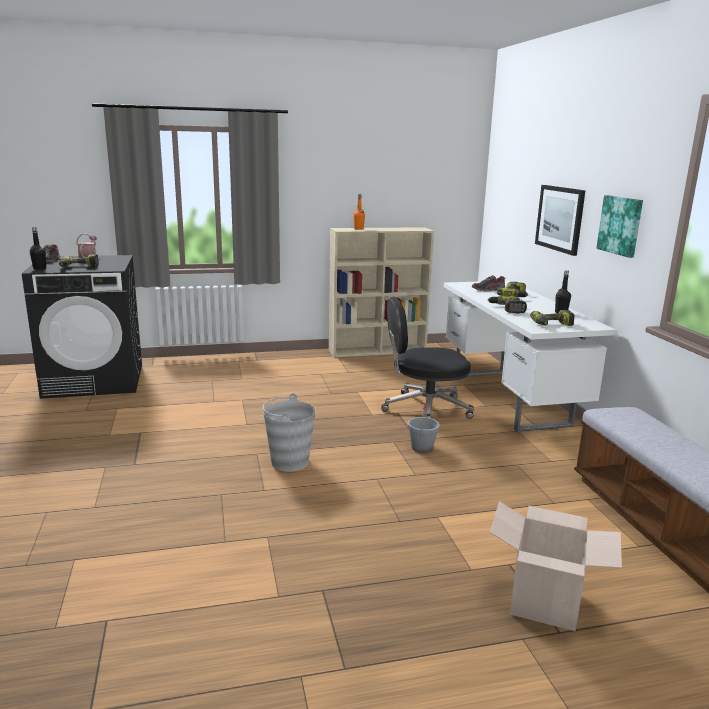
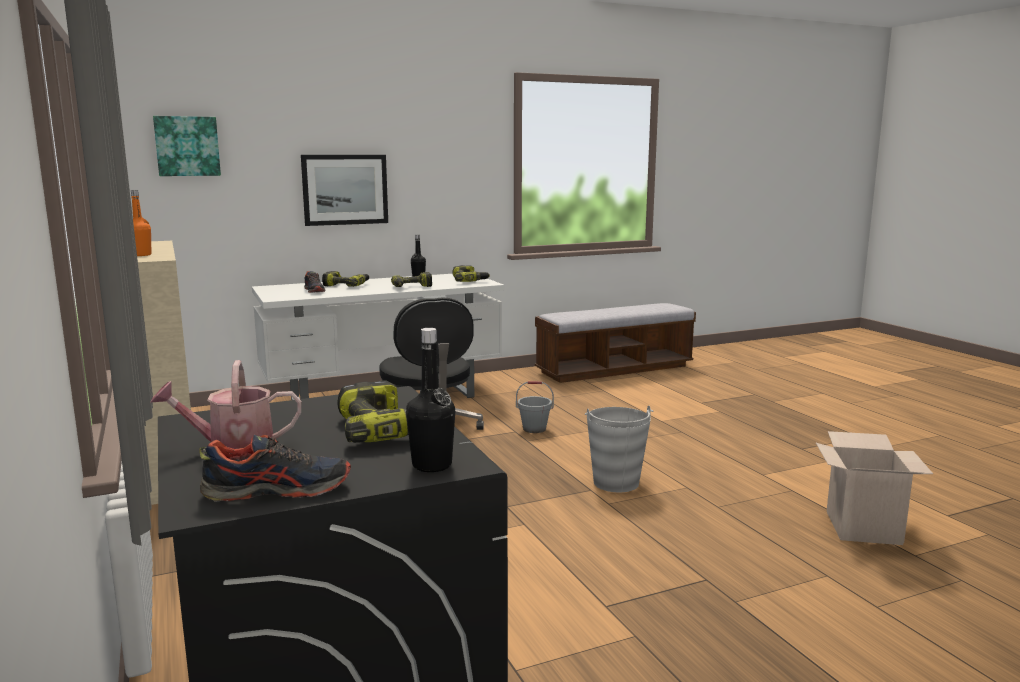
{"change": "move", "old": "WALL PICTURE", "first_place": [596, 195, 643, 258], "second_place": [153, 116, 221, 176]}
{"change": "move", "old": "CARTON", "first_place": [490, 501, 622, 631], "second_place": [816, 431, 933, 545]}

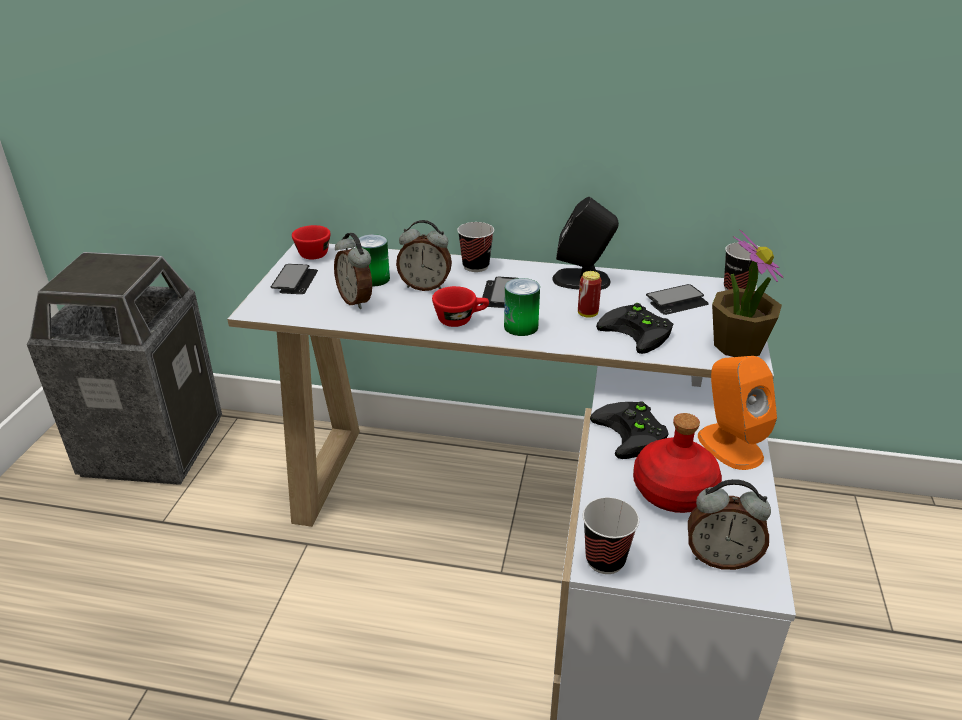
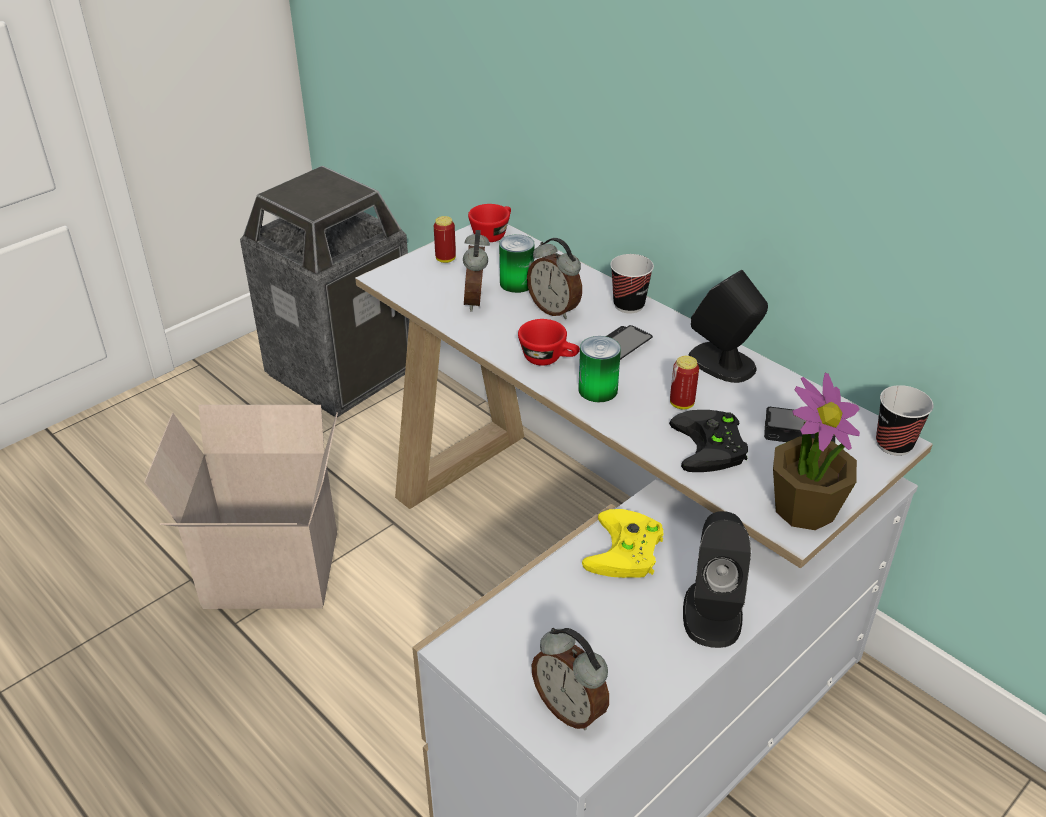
{"change": "replace", "old": "HANDSET", "new": "METAL CAN", "first_place": [270, 264, 318, 294], "second_place": [434, 216, 456, 263]}
{"change": "recolor", "old": "ORANGEY SPEAKER", "new": "BLACK SPEAKER", "first_place": [698, 356, 777, 470], "second_place": [683, 511, 751, 648]}
{"change": "recolor", "old": "BLACK JOYPAD", "new": "YELLOWISH JOYPAD", "first_place": [590, 401, 669, 459], "second_place": [582, 509, 664, 578]}
{"change": "delete", "old": "REDDISH DRINK BOTTLE", "first_place": [633, 413, 722, 513]}
{"change": "delete", "old": "CUP", "first_place": [583, 497, 639, 574]}
{"change": "insert", "new": "CARTON", "second_place": [144, 405, 338, 609]}

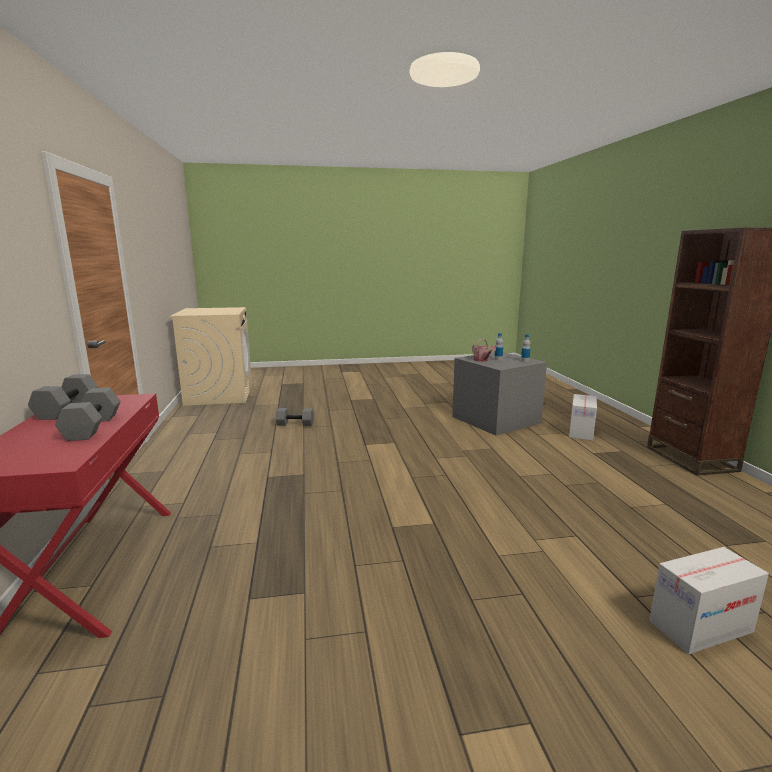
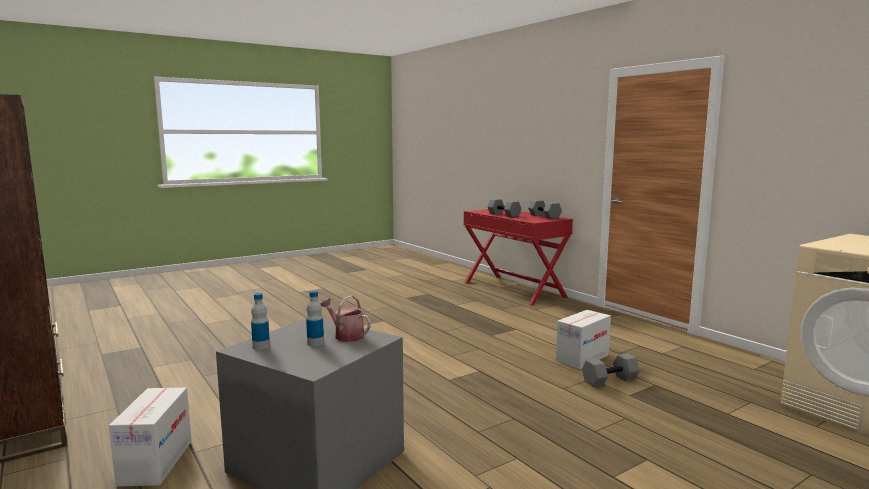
{"change": "move", "old": "CARTON", "first_place": [649, 547, 769, 655], "second_place": [556, 310, 611, 369]}

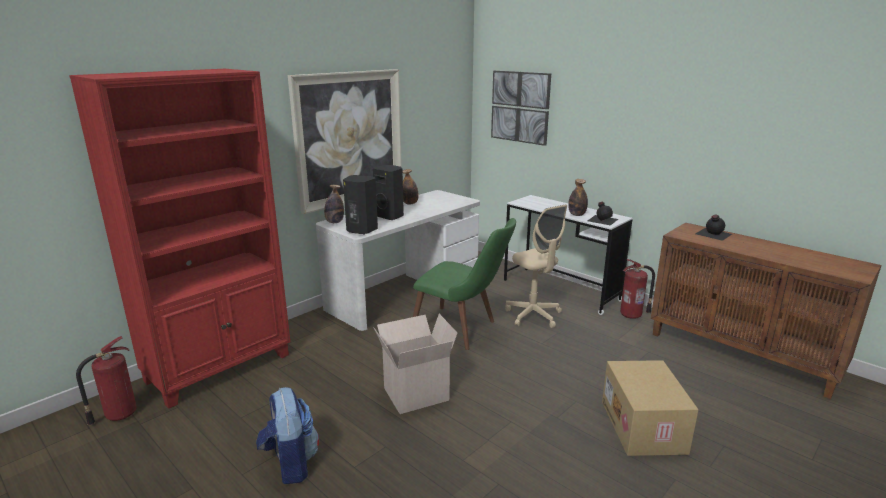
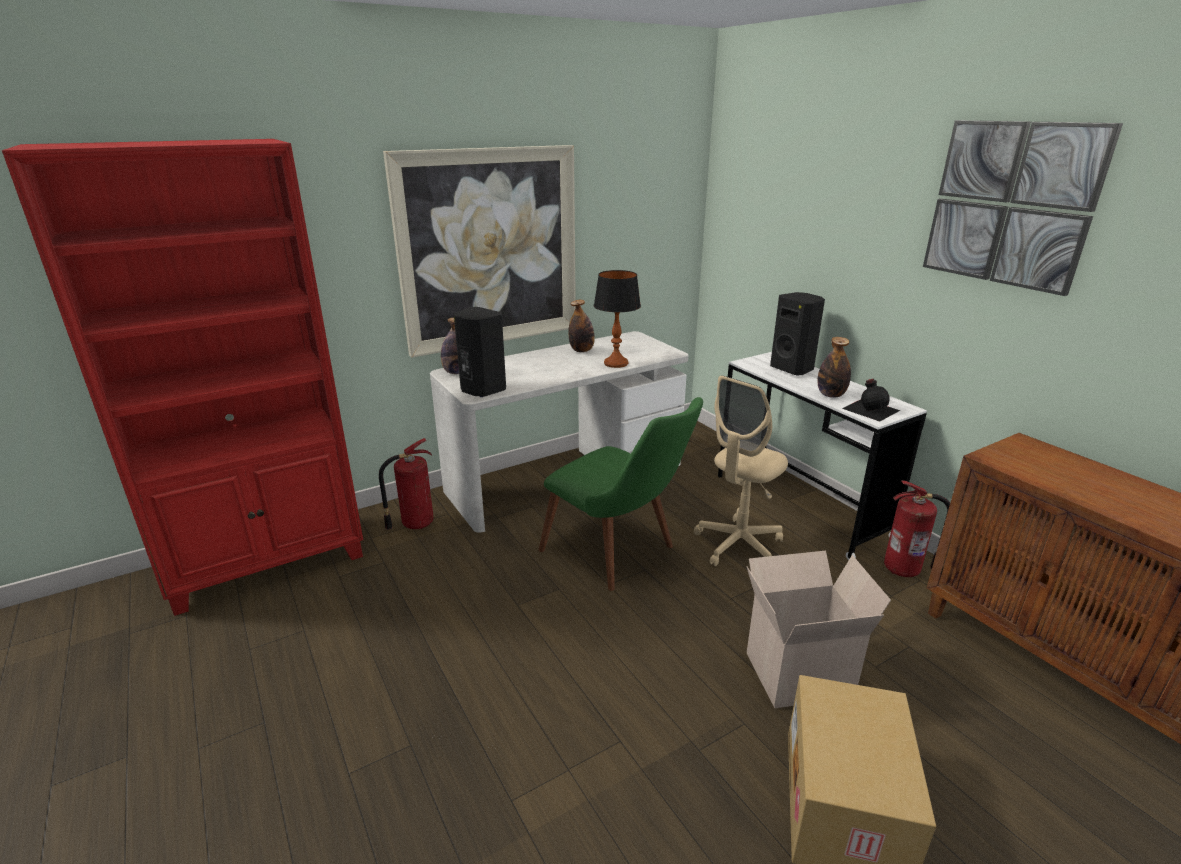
{"change": "move", "old": "WALL PICTURE", "first_place": [491, 70, 551, 146], "second_place": [923, 120, 1123, 296]}
{"change": "move", "old": "BLACK SPEAKER", "first_place": [373, 165, 404, 220], "second_place": [770, 292, 825, 376]}
{"change": "rotate", "old": "BEIGE-COLOURED DESK CHAIR", "first_place": [505, 204, 567, 328], "second_place": [694, 376, 788, 566], "degrees": 60}
{"change": "delete", "old": "BLACK DRINK BOTTLE", "first_place": [696, 214, 732, 241]}
{"change": "move", "old": "CARTON", "first_place": [373, 314, 457, 414], "second_place": [746, 551, 891, 708]}
{"change": "move", "old": "FIRE EXTINGUISHER", "first_place": [76, 336, 136, 425], "second_place": [379, 438, 434, 530]}
{"change": "delete", "old": "RUCKSACK", "first_place": [256, 387, 319, 484]}
{"change": "insert", "new": "LAMP FOR A TABLE", "second_place": [594, 270, 641, 368]}

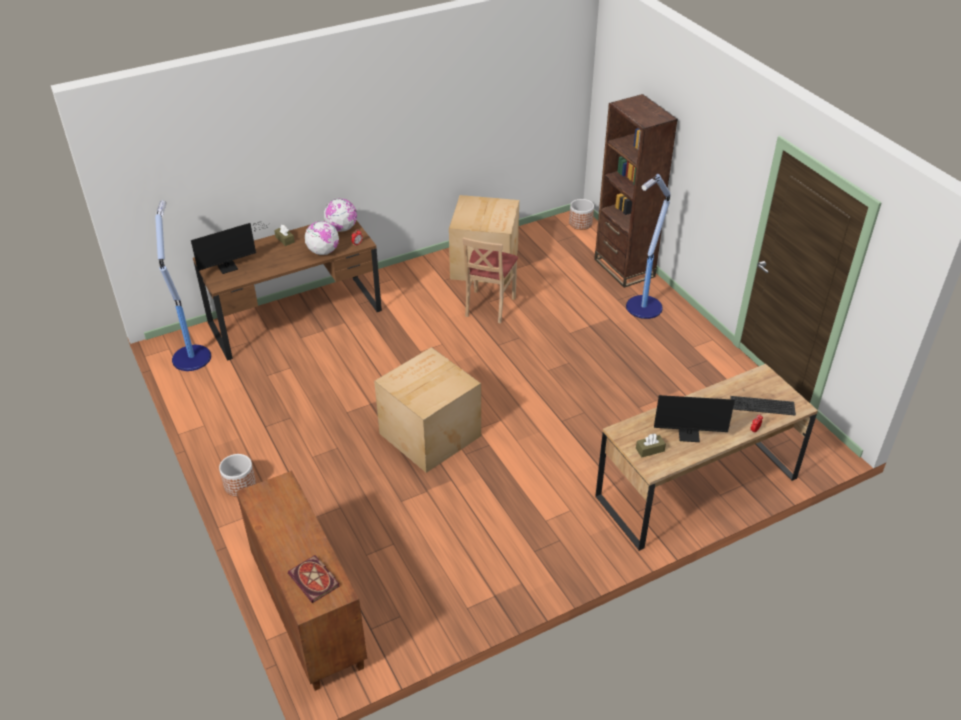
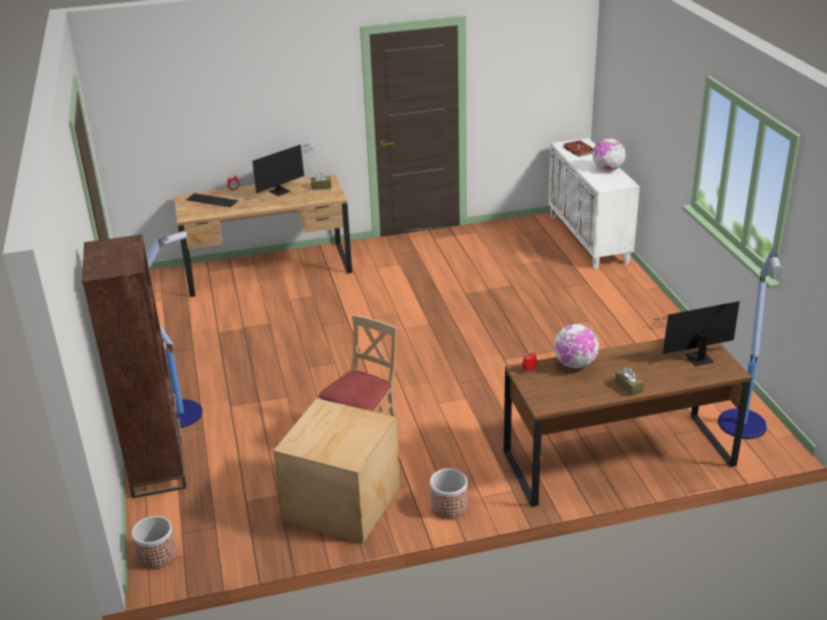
{"change": "move", "old": "DESK GLOBE", "first_place": [324, 198, 357, 232], "second_place": [593, 138, 626, 171]}
{"change": "delete", "old": "CARTON", "first_place": [374, 347, 481, 473]}
{"change": "rotate", "old": "COMPUTER SCREEN", "first_place": [654, 395, 752, 442], "second_place": [252, 144, 316, 196], "degrees": 120}
{"change": "move", "old": "FLOWER POT", "first_place": [219, 454, 256, 497], "second_place": [430, 469, 468, 519]}
{"change": "recolor", "old": "BROWN-COLOURED CABINET", "new": "WHITE CABINET", "first_place": [236, 471, 367, 691], "second_place": [548, 138, 640, 269]}

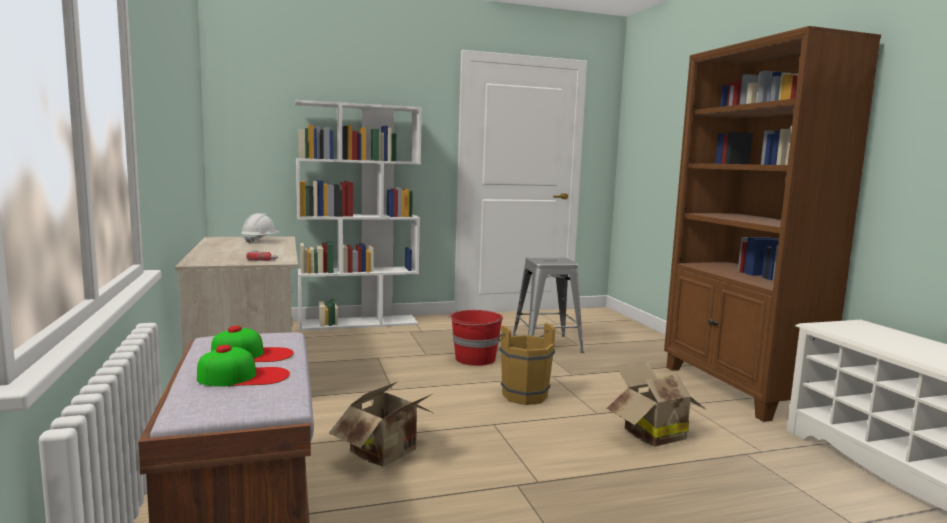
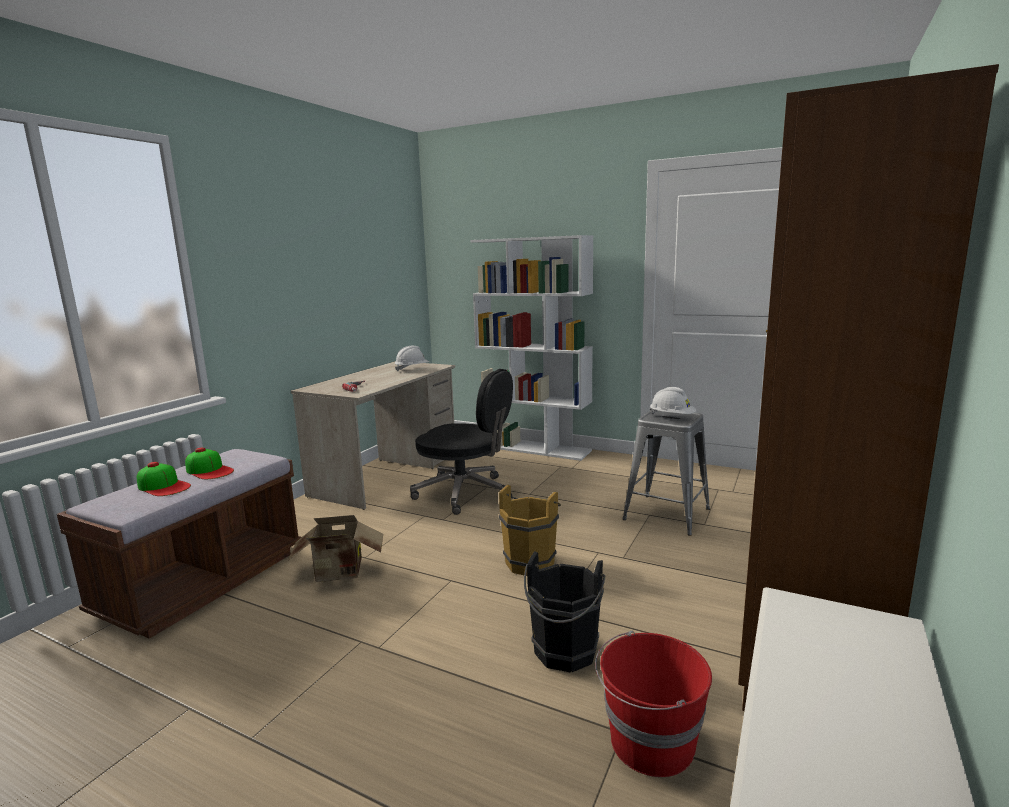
{"change": "move", "old": "REDDISH BUCKET", "first_place": [449, 310, 503, 366], "second_place": [595, 631, 712, 777]}
{"change": "replace", "old": "CARTON", "new": "BLACK BUCKET", "first_place": [606, 361, 707, 447], "second_place": [524, 551, 605, 672]}
{"change": "insert", "new": "BLACK DESK CHAIR", "second_place": [410, 369, 513, 515]}
{"change": "insert", "new": "WHITE SAFETY HELMET", "second_place": [650, 387, 696, 414]}

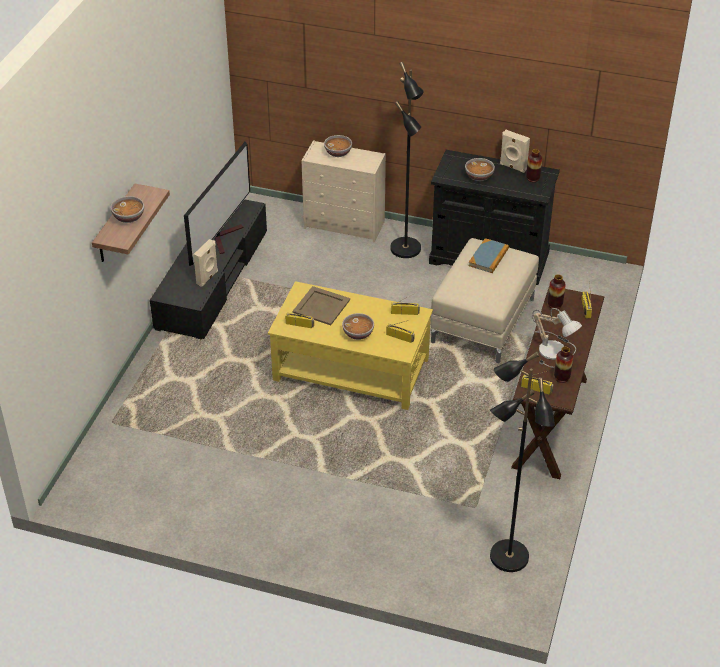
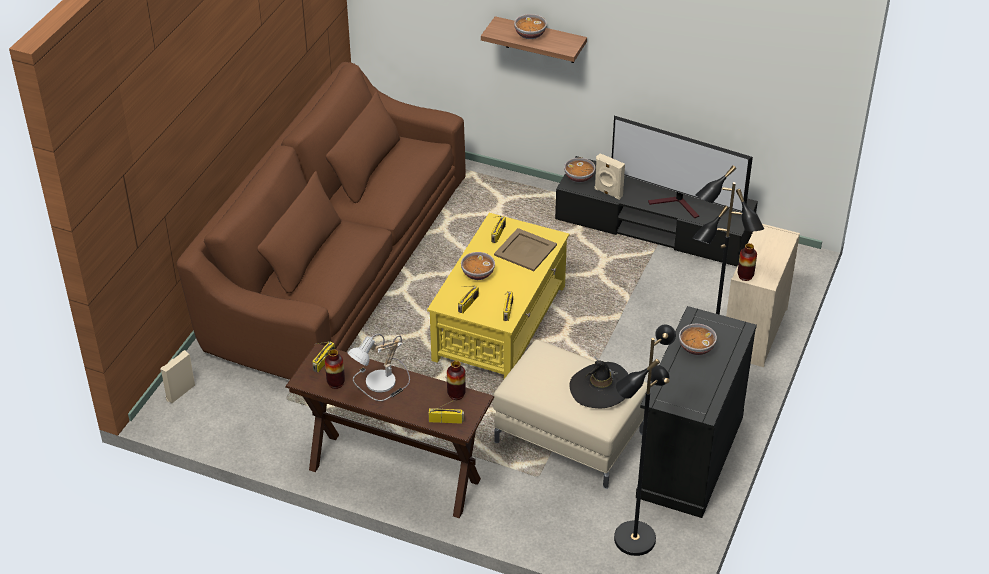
{"change": "move", "old": "BEIGE-COLOURED SPEAKER", "first_place": [500, 130, 530, 173], "second_place": [160, 350, 195, 403]}
{"change": "move", "old": "SERVING BOWL", "first_place": [324, 135, 352, 157], "second_place": [564, 158, 595, 183]}
{"change": "move", "old": "FLOWER VASE", "first_place": [526, 149, 542, 182], "second_place": [738, 243, 757, 281]}
{"change": "replace", "old": "VOLUME", "new": "BLACK WEARABLE HAT", "first_place": [469, 238, 509, 273], "second_place": [570, 356, 628, 408]}
{"change": "move", "old": "BLACK STANDARD LAMP", "first_place": [490, 352, 555, 572], "second_place": [614, 325, 676, 556]}
{"change": "insert", "new": "BROWN-COLOURED COUCH", "second_place": [177, 62, 466, 380]}

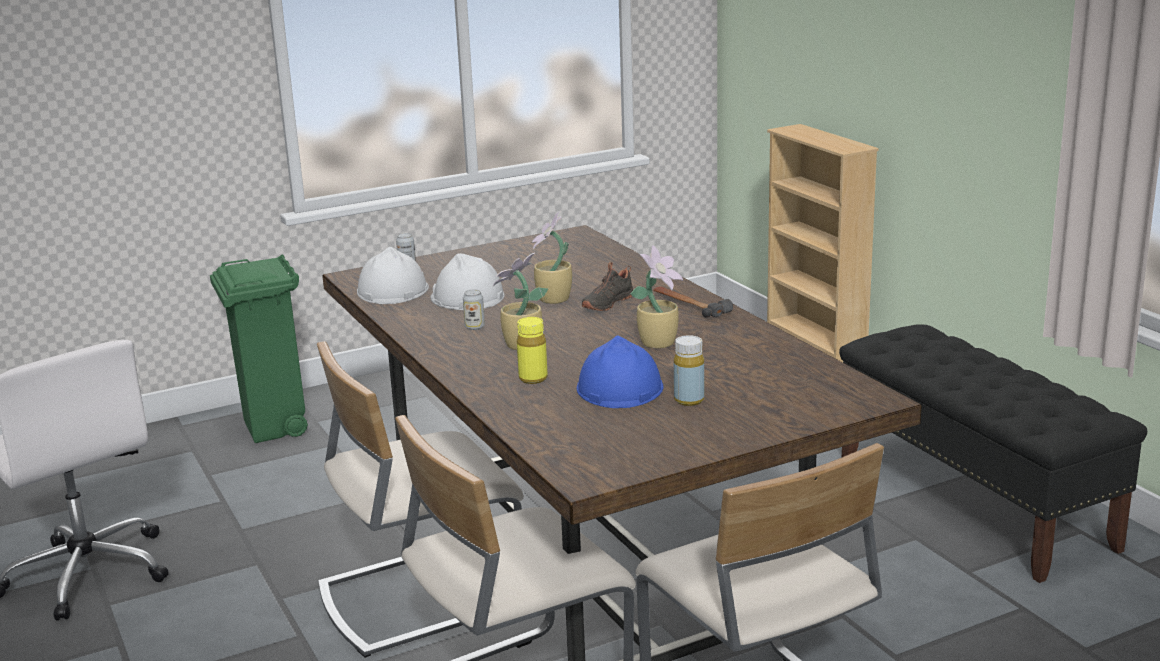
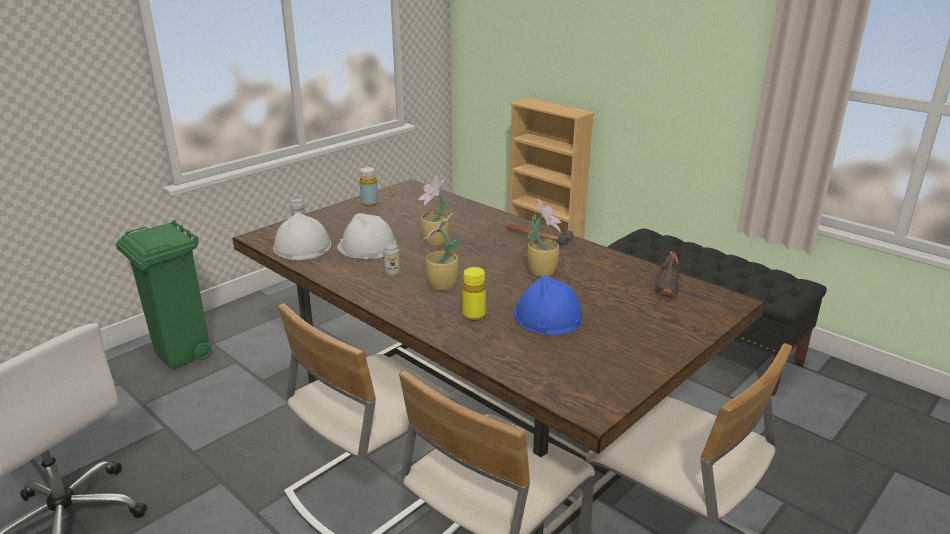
{"change": "move", "old": "BLACK ITEM OF FOOTWEAR", "first_place": [582, 262, 633, 311], "second_place": [654, 251, 680, 296]}
{"change": "move", "old": "YELLOWISH DRINK BOTTLE", "first_place": [674, 335, 704, 406], "second_place": [359, 167, 378, 207]}

